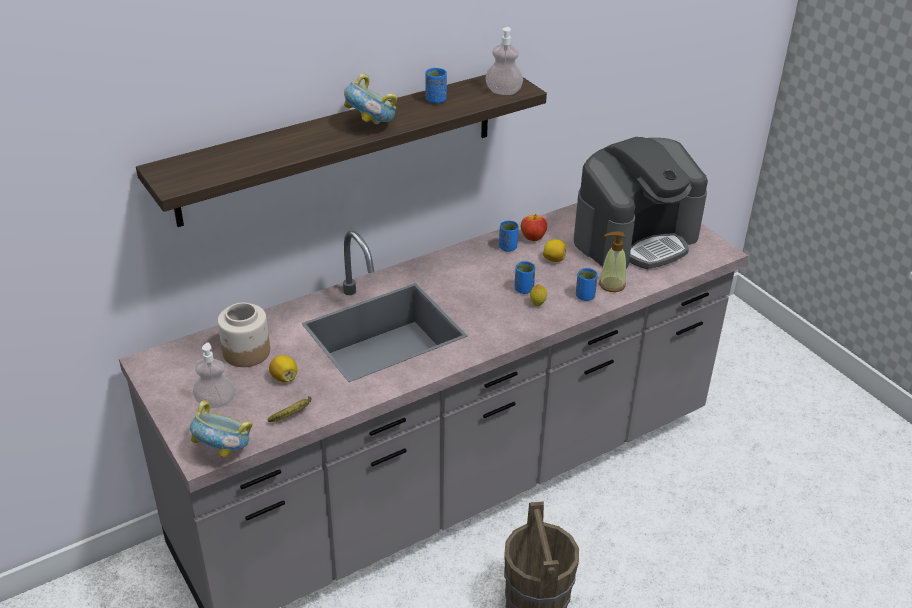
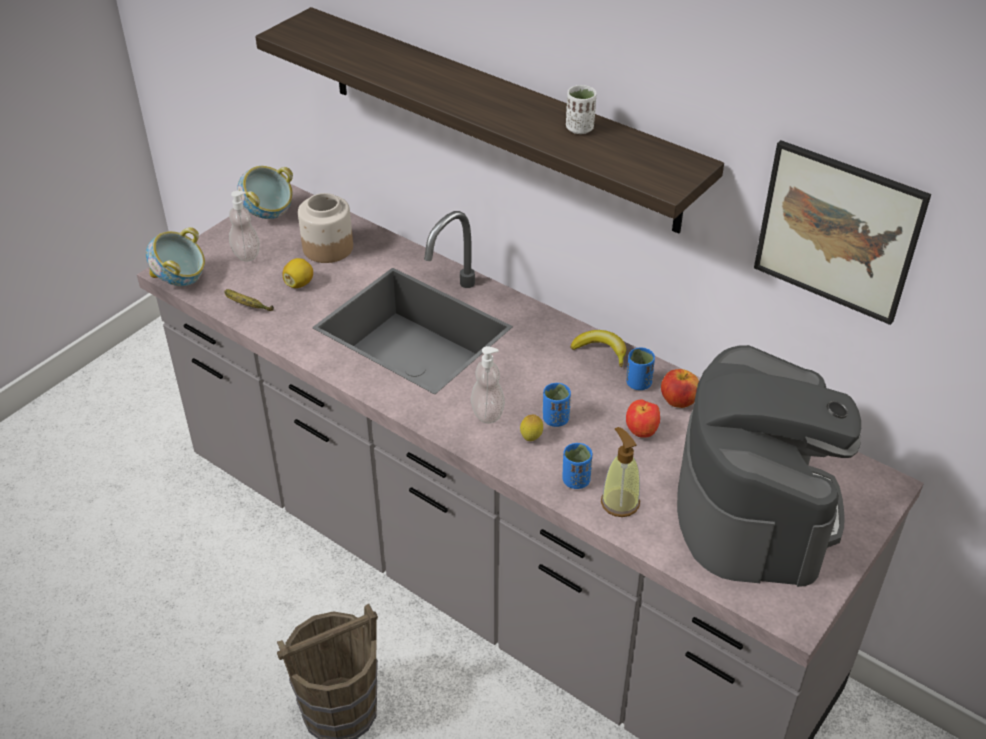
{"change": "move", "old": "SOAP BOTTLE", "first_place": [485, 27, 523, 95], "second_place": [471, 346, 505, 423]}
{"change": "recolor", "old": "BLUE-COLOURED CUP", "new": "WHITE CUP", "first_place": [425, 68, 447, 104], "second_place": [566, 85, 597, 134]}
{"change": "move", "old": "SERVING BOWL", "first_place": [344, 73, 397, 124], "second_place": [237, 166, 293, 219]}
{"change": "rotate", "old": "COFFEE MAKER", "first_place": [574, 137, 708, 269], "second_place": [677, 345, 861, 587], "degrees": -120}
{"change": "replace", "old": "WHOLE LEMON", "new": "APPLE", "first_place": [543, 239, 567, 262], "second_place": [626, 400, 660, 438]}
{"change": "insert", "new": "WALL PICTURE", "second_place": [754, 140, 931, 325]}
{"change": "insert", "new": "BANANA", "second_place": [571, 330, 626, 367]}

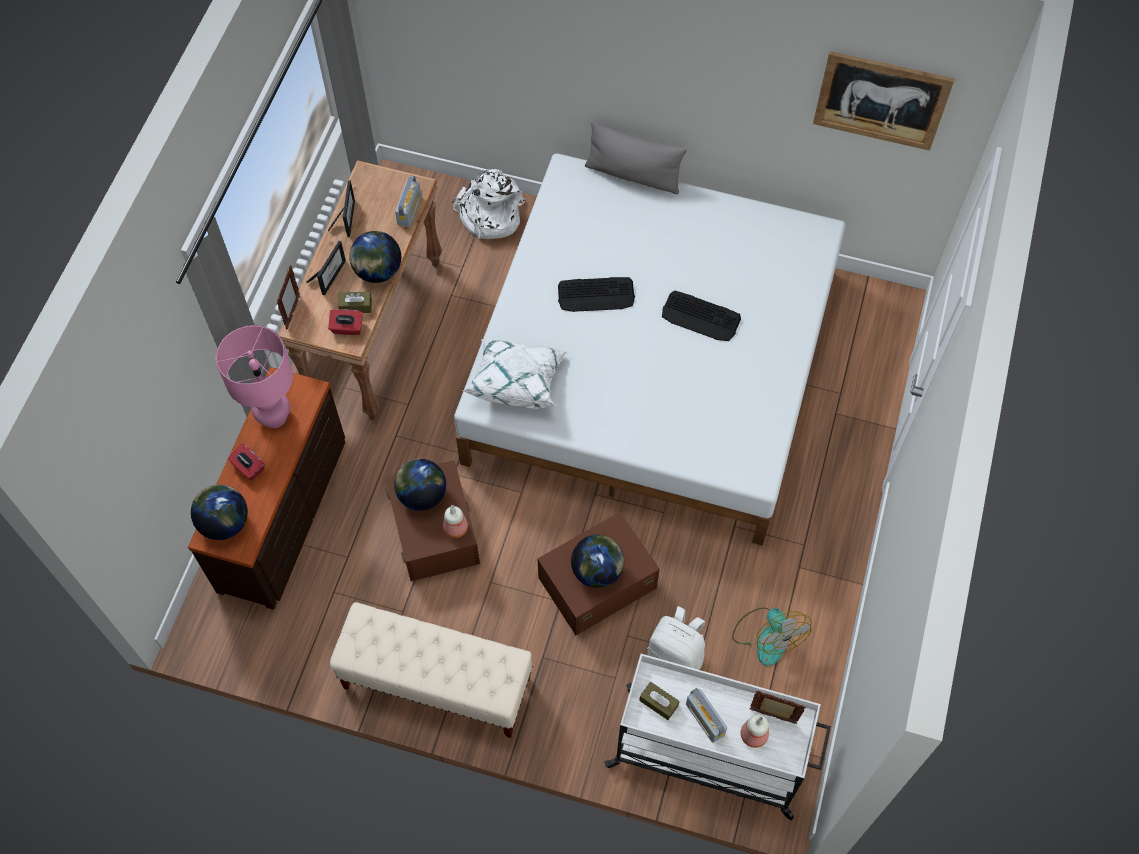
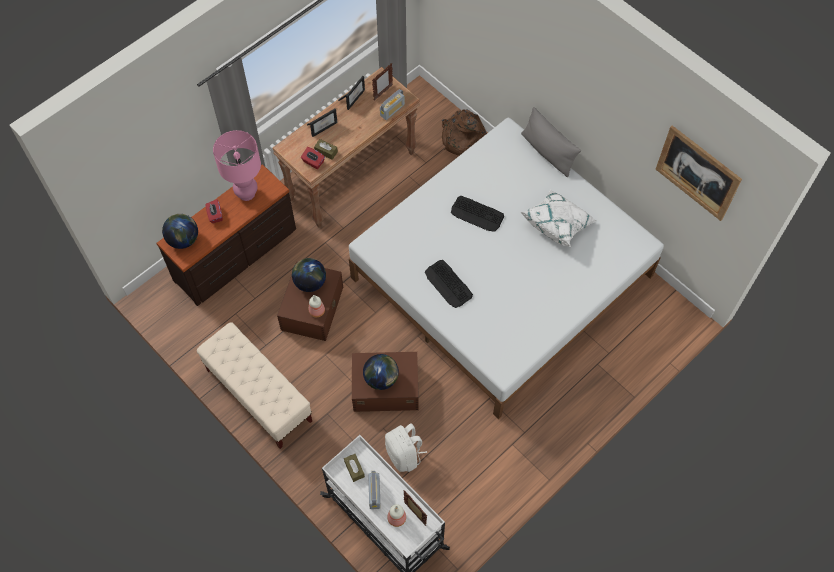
{"change": "recolor", "old": "WHITE RUCKSACK", "new": "BROWN-COLOURED RUCKSACK", "first_place": [452, 169, 525, 239], "second_place": [442, 110, 487, 156]}
{"change": "delete", "old": "DESK GLOBE", "first_place": [349, 231, 401, 283]}
{"change": "move", "old": "PICTURE FRAME", "first_place": [277, 265, 300, 329], "second_place": [372, 63, 393, 100]}
{"change": "move", "old": "COMPUTER KEYBOARD", "first_place": [662, 291, 741, 341], "second_place": [425, 260, 473, 308]}
{"change": "move", "old": "WHITE CUSHION", "first_place": [462, 339, 567, 409], "second_place": [521, 190, 596, 247]}
{"change": "delete", "old": "FAN", "first_place": [732, 608, 812, 666]}

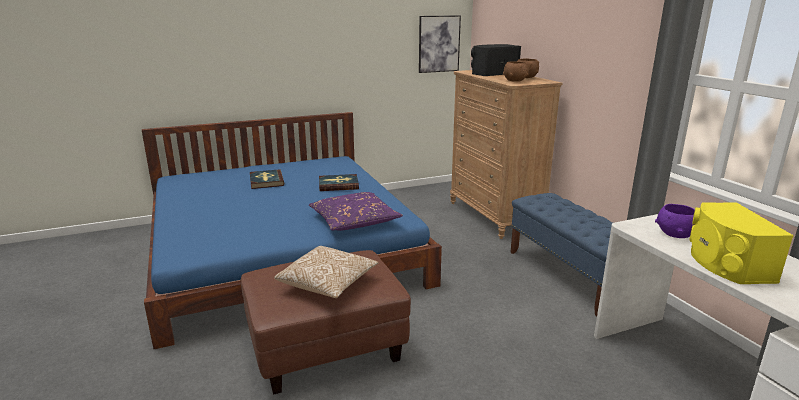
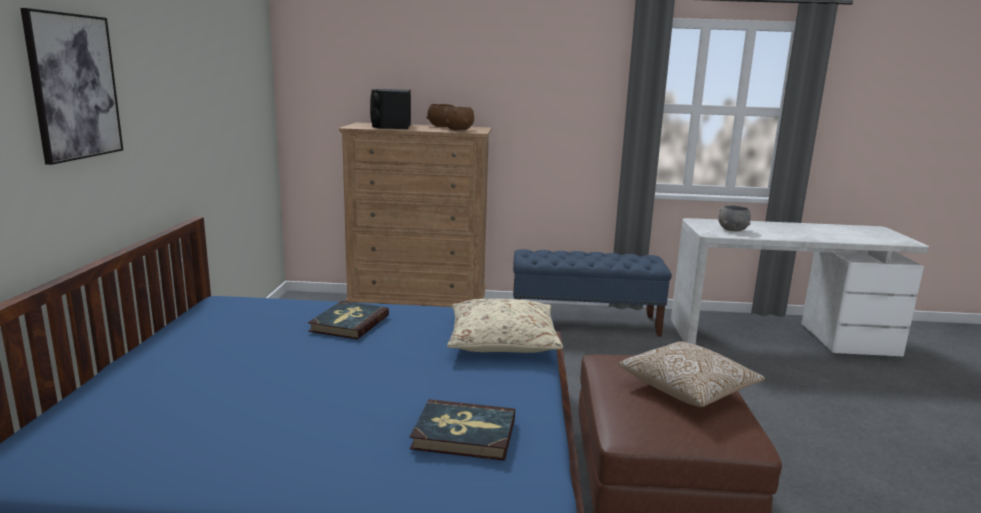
{"change": "move", "old": "WALL PICTURE", "first_place": [419, 15, 461, 73], "second_place": [20, 8, 123, 165]}
{"change": "move", "old": "VOLUME", "first_place": [250, 169, 284, 189], "second_place": [410, 399, 515, 461]}
{"change": "recolor", "old": "PURPLE CUSHION", "new": "BEIGE-COLOURED CUSHION", "first_place": [309, 192, 403, 231], "second_place": [447, 299, 563, 353]}
{"change": "delete", "old": "YELLOWISH SPEAKER", "first_place": [690, 202, 794, 284]}
{"change": "recolor", "old": "PURPLE SERVING BOWL", "new": "GRAY SERVING BOWL", "first_place": [655, 204, 695, 238], "second_place": [718, 205, 751, 231]}

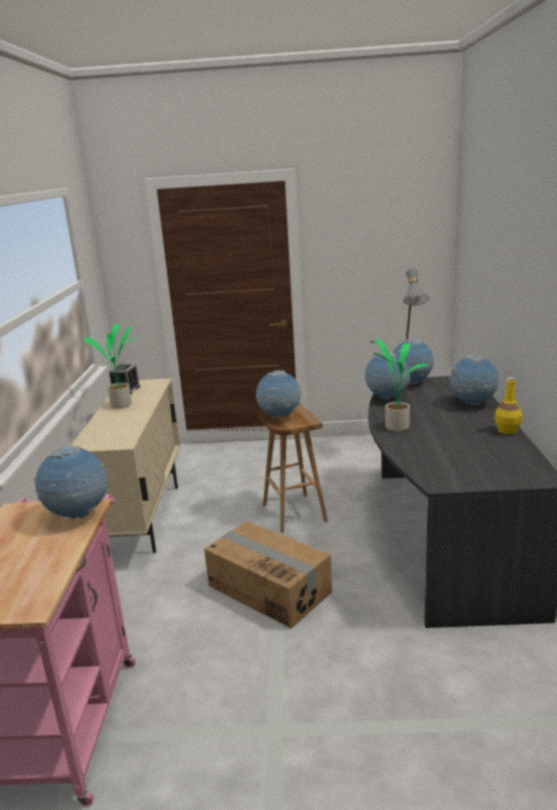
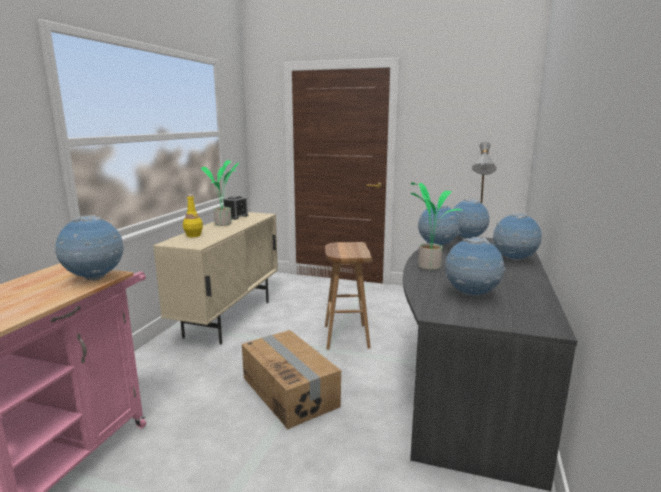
{"change": "move", "old": "DESK GLOBE", "first_place": [256, 370, 302, 418], "second_place": [445, 237, 505, 296]}
{"change": "move", "old": "YELLOWISH DRINK BOTTLE", "first_place": [494, 377, 522, 434], "second_place": [183, 195, 203, 237]}

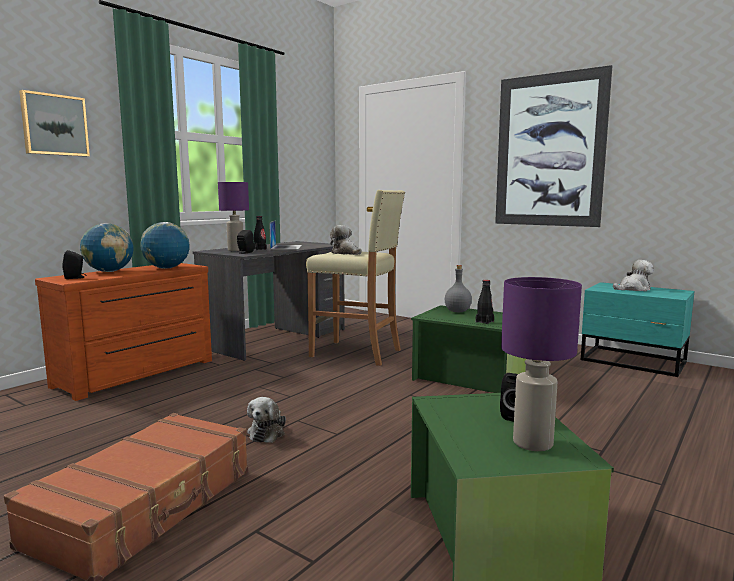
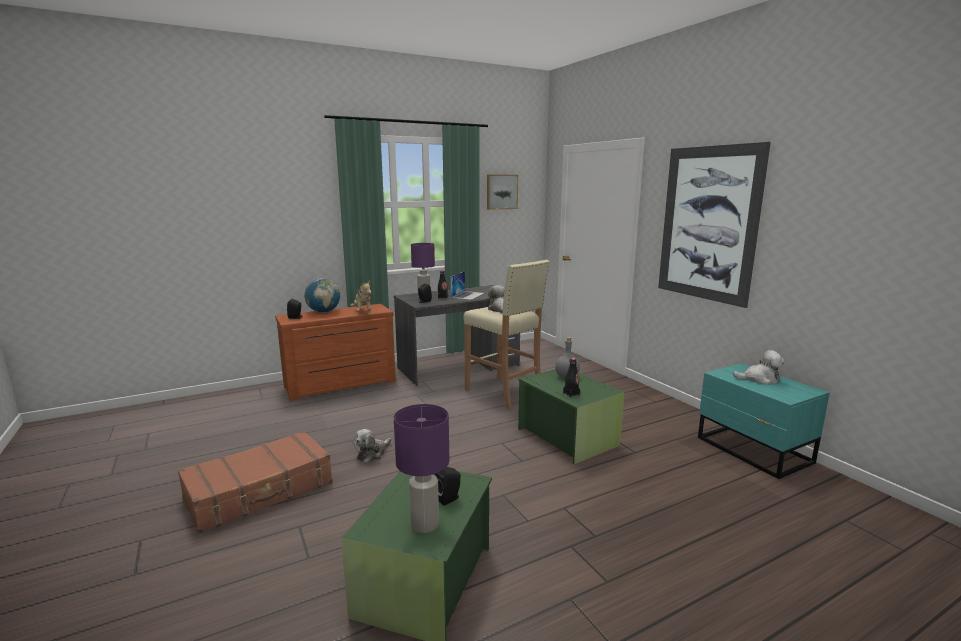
{"change": "move", "old": "WALL PICTURE", "first_place": [19, 90, 90, 157], "second_place": [487, 174, 518, 210]}
{"change": "replace", "old": "DESK GLOBE", "new": "CUDDLY TOY", "first_place": [140, 222, 190, 269], "second_place": [351, 281, 372, 311]}

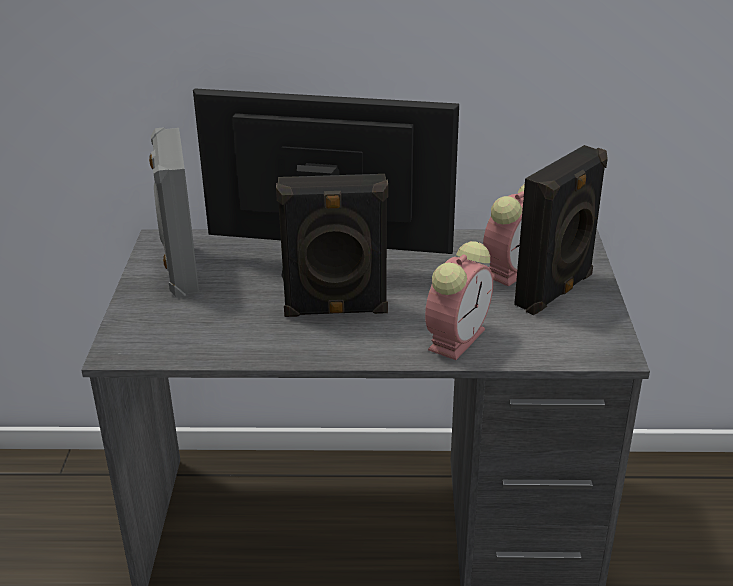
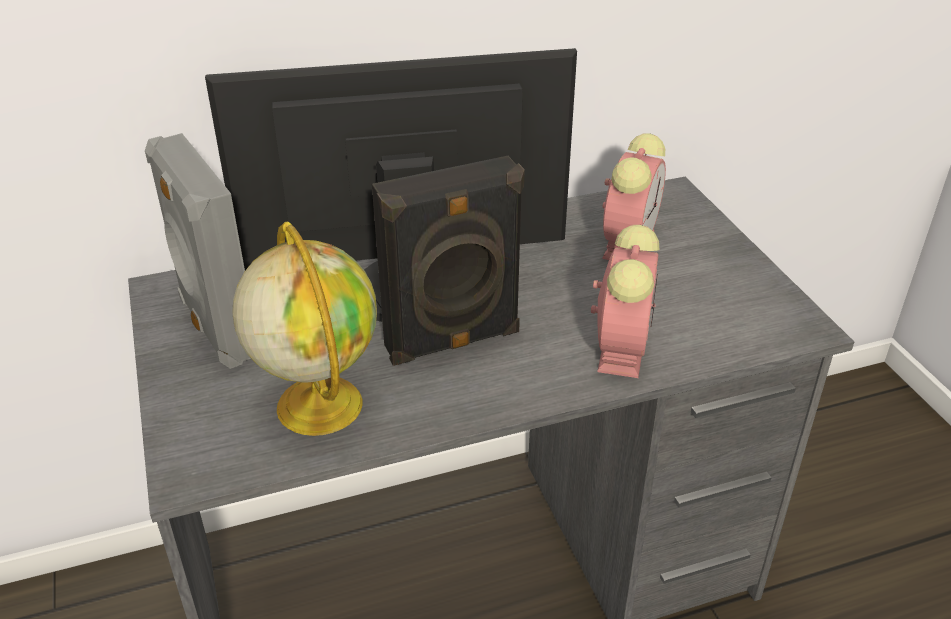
{"change": "delete", "old": "BLACK SPEAKER", "first_place": [514, 145, 608, 315]}
{"change": "insert", "new": "DESK GLOBE", "second_place": [232, 222, 377, 436]}

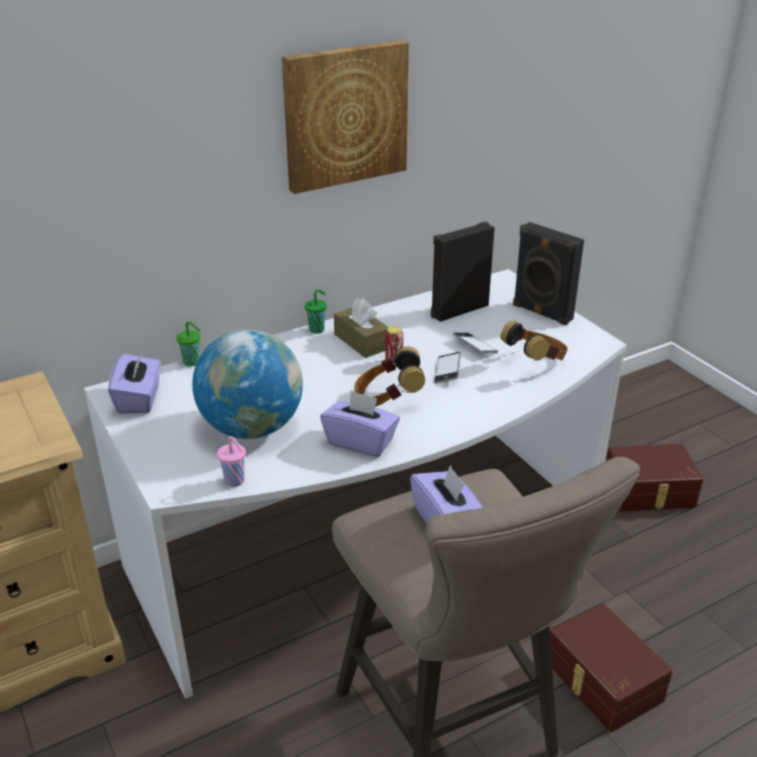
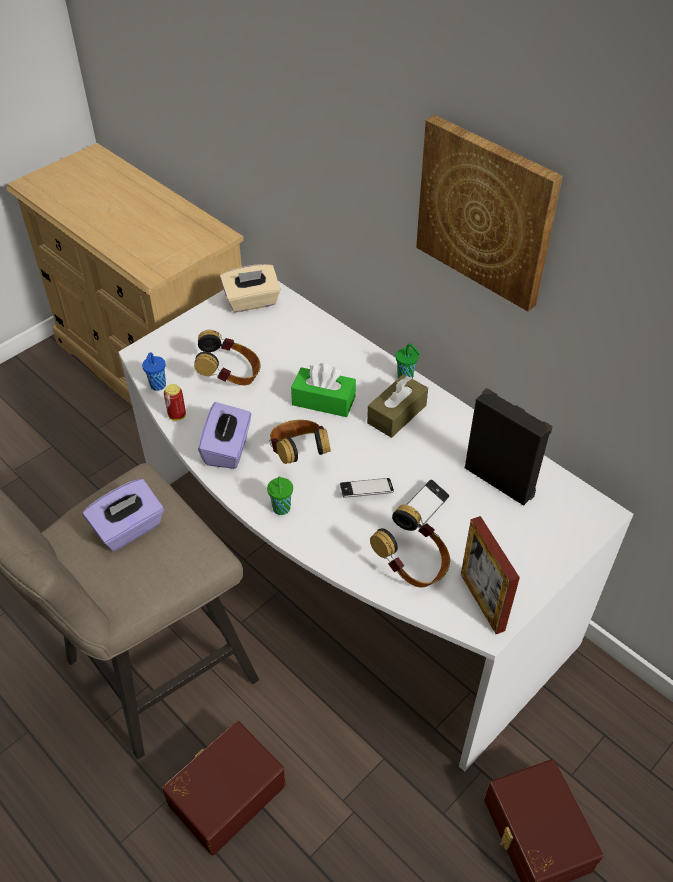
{"change": "delete", "old": "BLACK SPEAKER", "first_place": [513, 222, 584, 325]}
{"change": "move", "old": "GREEN CUP", "first_place": [176, 321, 201, 366], "second_place": [267, 476, 293, 515]}
{"change": "move", "old": "METAL CAN", "first_place": [386, 326, 403, 365], "second_place": [164, 384, 186, 421]}
{"change": "replace", "old": "DESK GLOBE", "new": "HEADSET", "first_place": [192, 329, 303, 439], "second_place": [194, 330, 261, 385]}
{"change": "recolor", "old": "PURPLE TISSUE BOX", "new": "BEIGE-COLOURED TISSUE BOX", "first_place": [108, 350, 161, 414], "second_place": [220, 264, 281, 313]}
{"change": "recolor", "old": "PINK-COLOURED CUP", "new": "BLUE-COLOURED CUP", "first_place": [217, 436, 246, 487], "second_place": [142, 352, 166, 391]}
{"change": "insert", "new": "GREEN TISSUE BOX", "second_place": [291, 363, 356, 417]}
{"change": "insert", "new": "PICTURE FRAME", "second_place": [461, 516, 520, 634]}

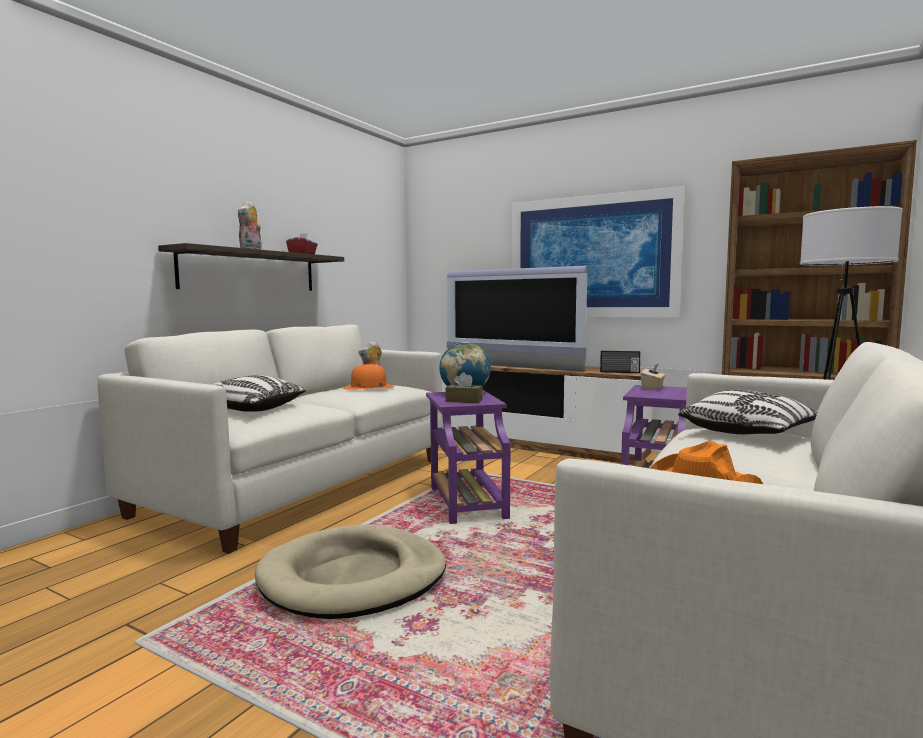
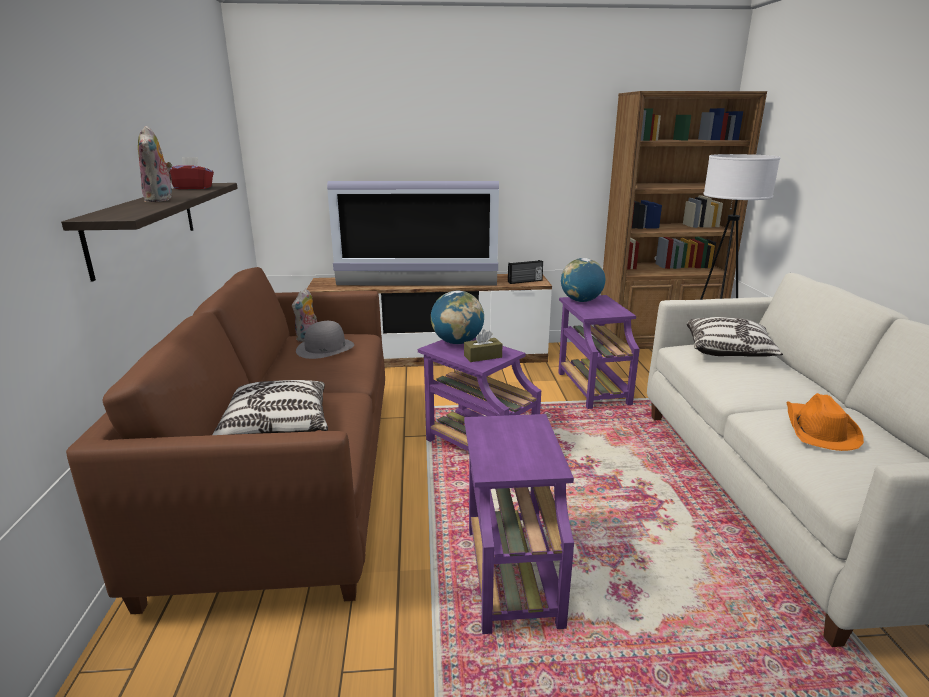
{"change": "delete", "old": "WALL PICTURE", "first_place": [512, 186, 686, 318]}
{"change": "recolor", "old": "WHITE COUCH", "new": "BROWN-COLOURED COUCH", "first_place": [98, 324, 443, 554], "second_place": [66, 267, 385, 614]}
{"change": "recolor", "old": "ORANGEY WEARABLE HAT", "new": "GRAY WEARABLE HAT", "first_place": [343, 364, 394, 390], "second_place": [296, 321, 354, 359]}
{"change": "replace", "old": "BEIGE-COLOURED TISSUE BOX", "new": "DESK GLOBE", "first_place": [641, 364, 665, 390], "second_place": [561, 258, 605, 302]}
{"change": "replace", "old": "BEIGE-COLOURED PET BED", "new": "PURPLE END TABLE", "first_place": [255, 524, 446, 619], "second_place": [464, 414, 574, 634]}

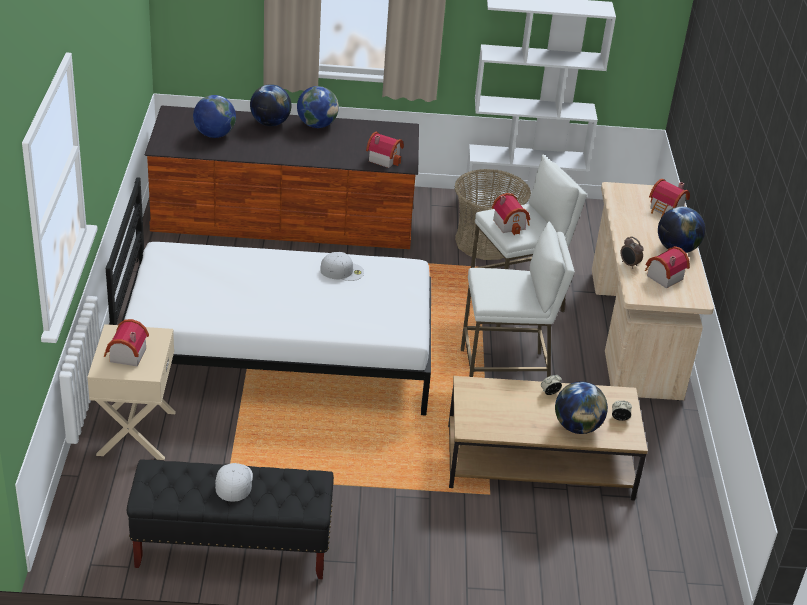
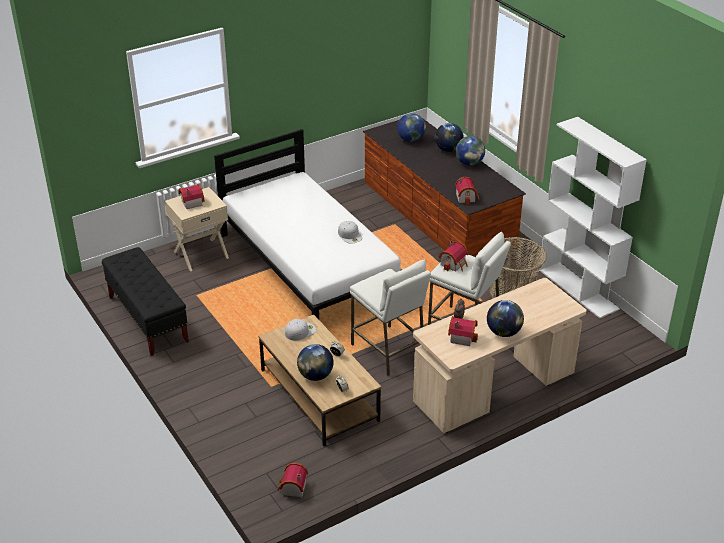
{"change": "move", "old": "TOY HOUSE", "first_place": [649, 179, 690, 217], "second_place": [277, 463, 308, 497]}
{"change": "move", "old": "WHITE BASEBALL CAP", "first_place": [215, 463, 253, 502], "second_place": [285, 319, 316, 341]}

